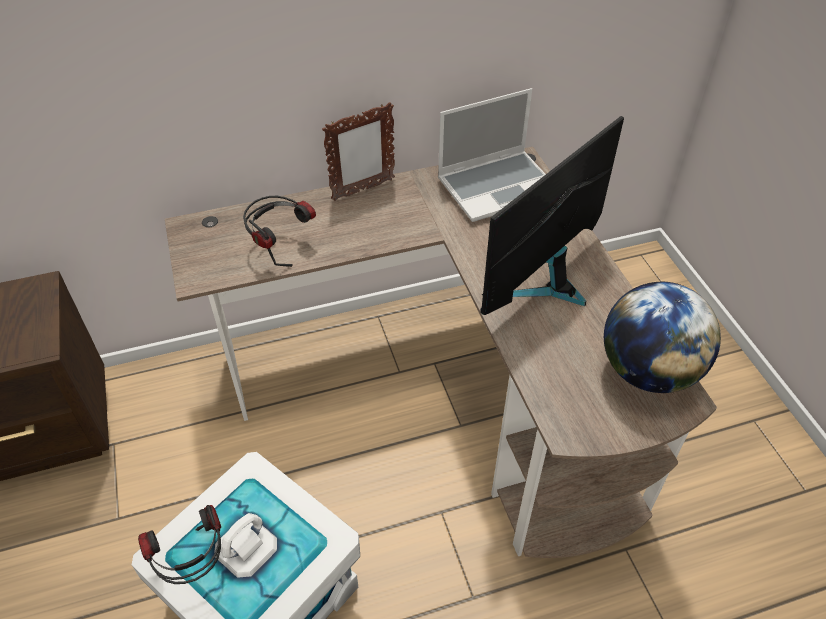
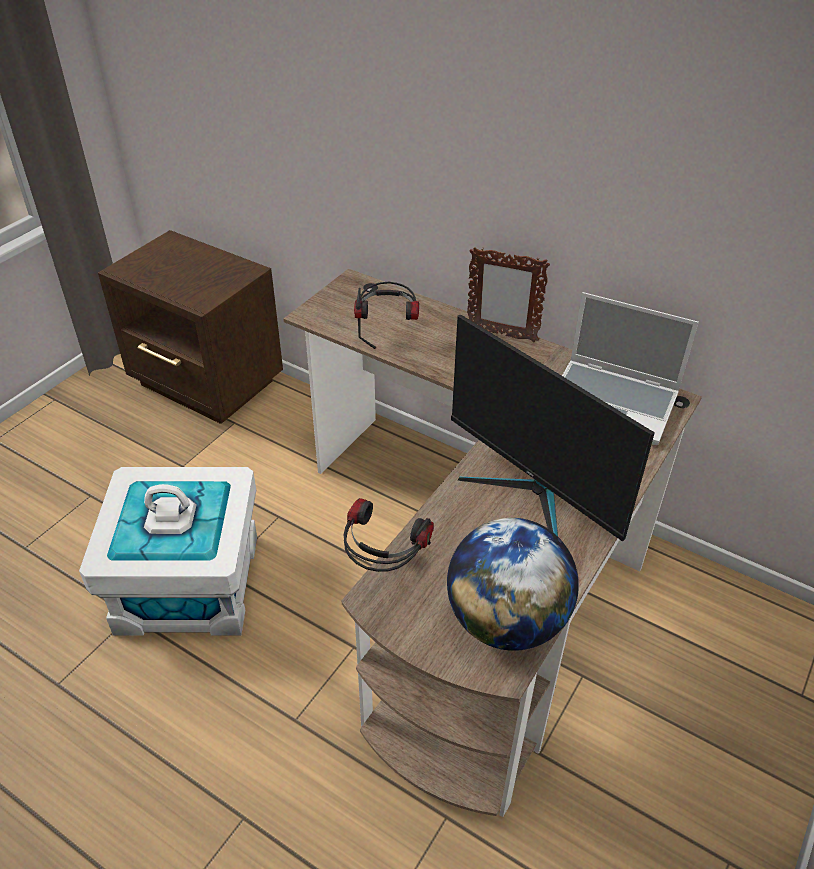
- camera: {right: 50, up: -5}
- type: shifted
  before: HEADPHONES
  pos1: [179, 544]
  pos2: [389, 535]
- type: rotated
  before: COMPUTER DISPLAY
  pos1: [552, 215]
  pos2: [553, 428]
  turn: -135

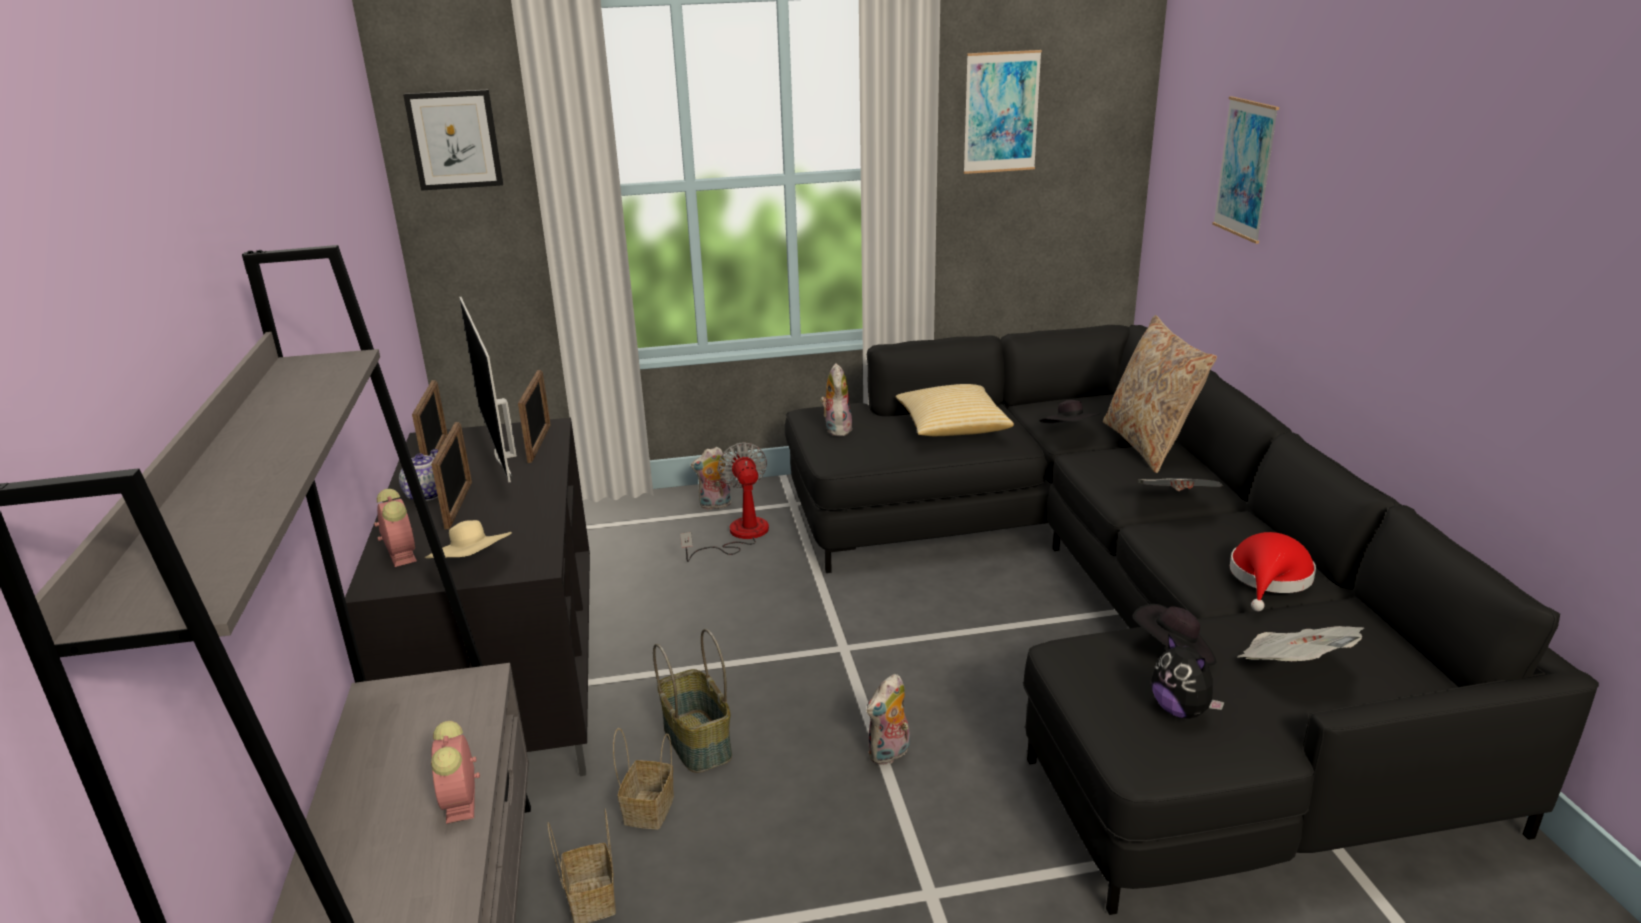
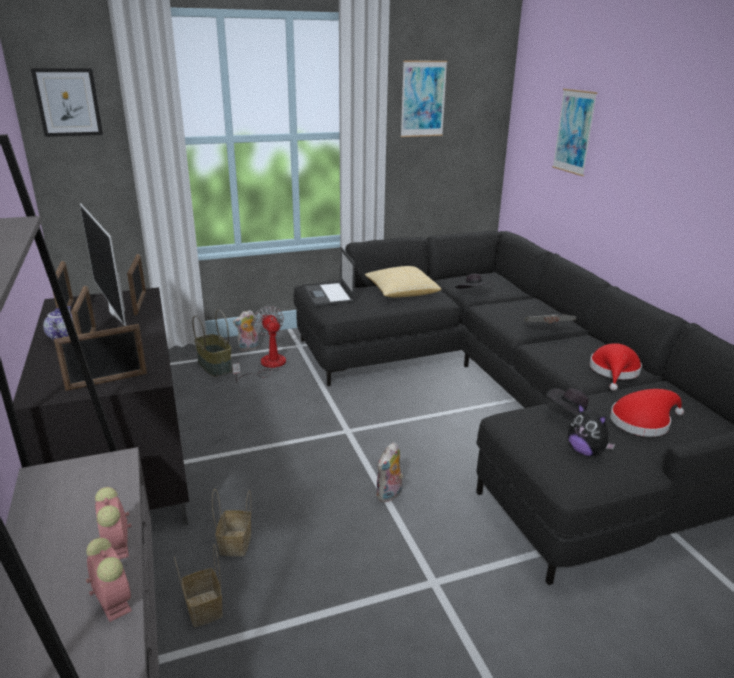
- camera: {right: -10, up: 0}
- type: shifted
  before: BEDSIDE CLOCK
  pos1: [395, 528]
  pos2: [109, 579]
- type: swapped
  before: SAND-COLOURED CLOTHING HAT
  after: PHOTO FRAME
  pos1: [468, 539]
  pos2: [100, 357]
- type: shifted
  before: STORAGE BASKET
  pos1: [692, 701]
  pos2: [212, 343]
- type: swapped
  before: PLUSH TOY
  after: LAPTOP
  pos1: [836, 399]
  pos2: [329, 276]
- type: gone
  before: SAND-COLOURED CUSHION
  pos1: [1160, 394]
- type: swapped
  before: PRINTED PAPER
  after: REDDISH CLOTHING HAT
  pos1: [1300, 643]
  pos2: [647, 413]

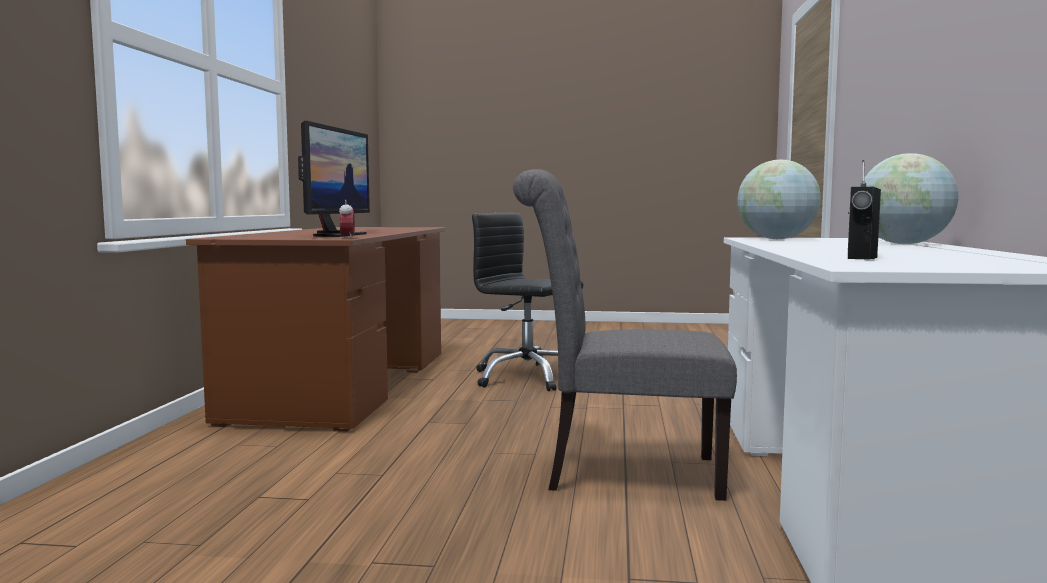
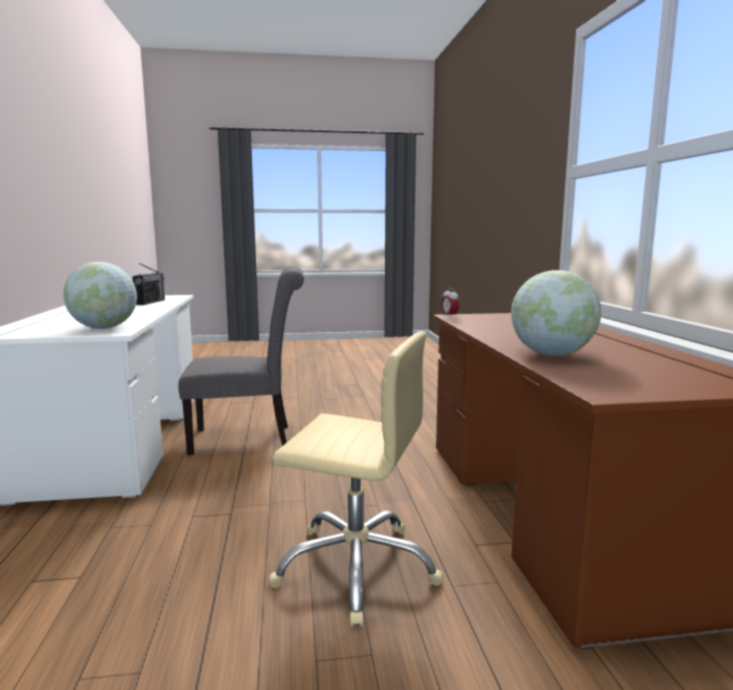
- camera: {right: 165, up: 5}
- type: gone
  before: COMPUTER DISPLAY
  pos1: [334, 179]
- type: repainted
  before: BLACK COMPUTER CHAIR
  after: SAND-COLOURED COMPUTER CHAIR
  pos1: [527, 302]
  pos2: [356, 479]
- type: shifted
  before: GLOBE
  pos1: [909, 198]
  pos2: [556, 313]

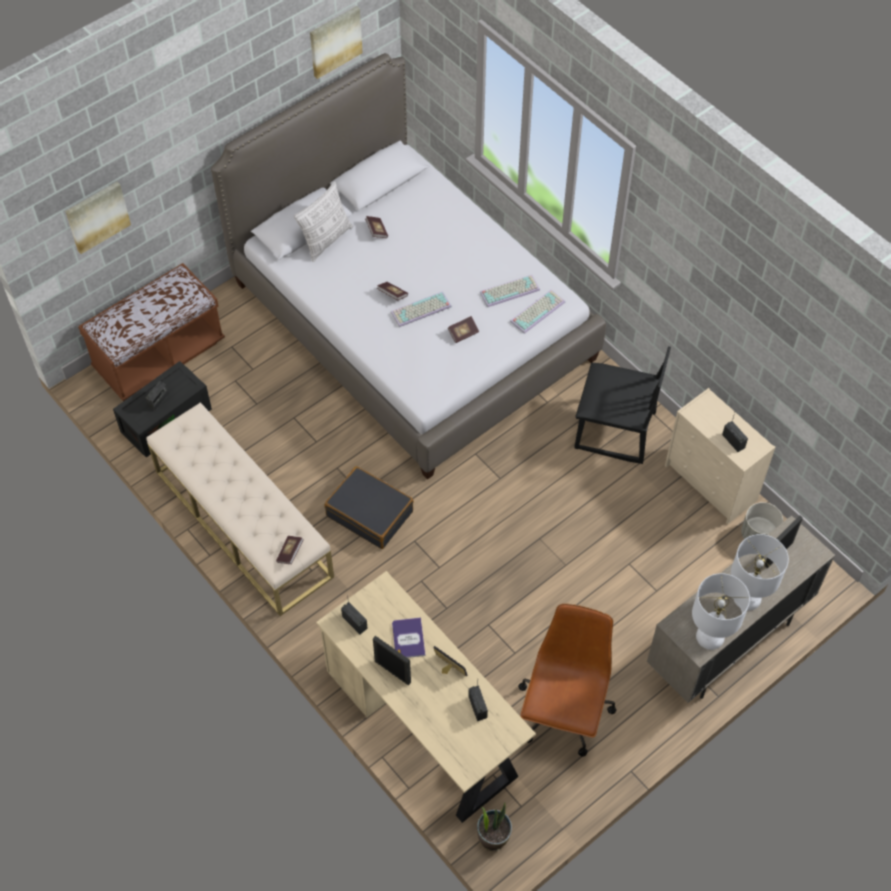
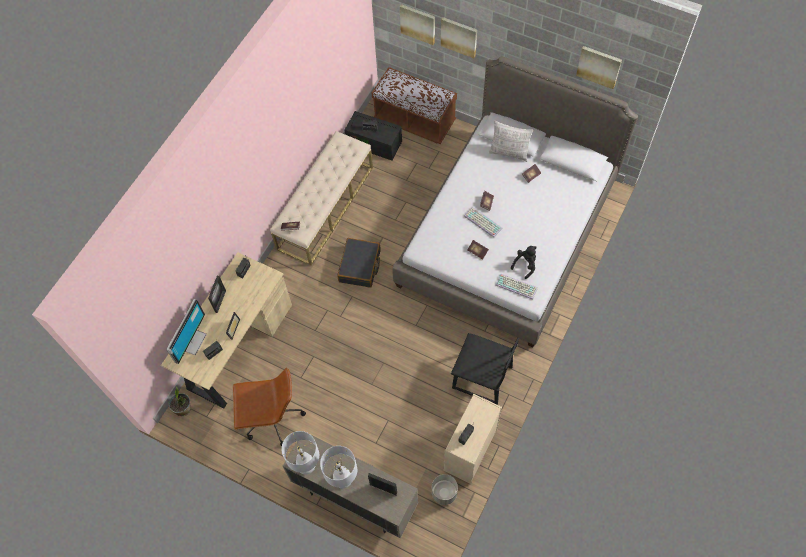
- camera: {right: 70, up: 5}
- type: gone
  before: VOLUME
  pos1: [409, 637]
- type: swapped
  before: KEYBOARD
  after: BLACK PLUSH TOY
  pos1: [510, 291]
  pos2: [524, 262]
- type: rotated
  before: BLACK UPRIGHT CHAIR
  pos1: [622, 405]
  pos2: [485, 369]
  turn: -60
- type: new
  after: COMPUTER DISPLAY
  pos2: [186, 331]
- type: new
  after: WALL ART
  pos2: [459, 37]

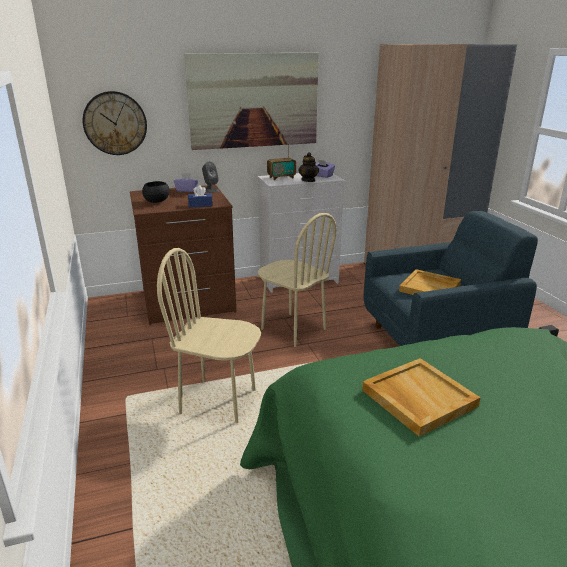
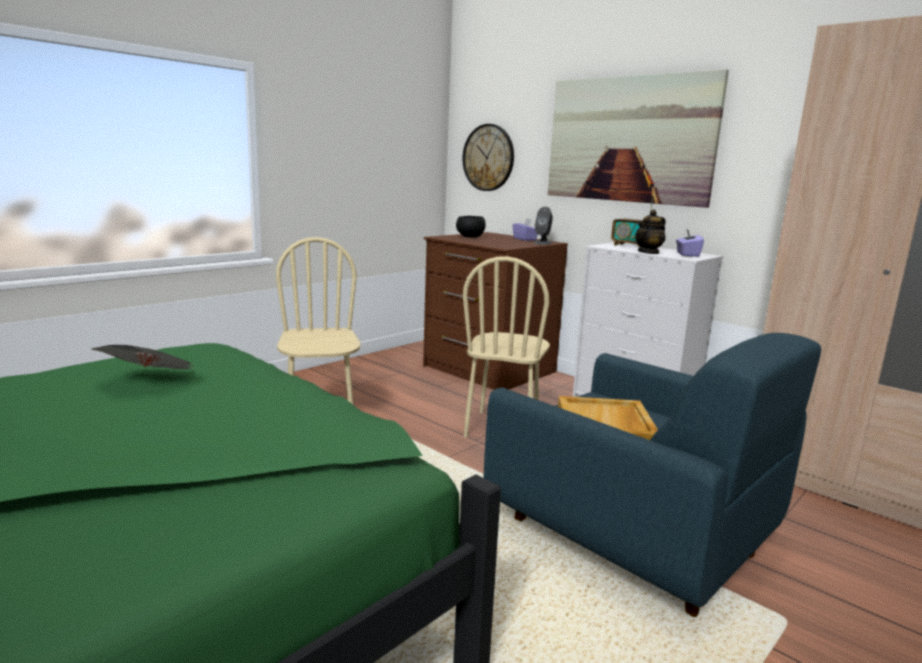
- camera: {right: 60, up: -10}
- type: gone
  before: BLUISH TISSUE HOLDER
  pos1: [200, 196]
- type: swapped
  before: SAND-COLOURED CARRYING TRAY
  after: PRINTED PAPER
  pos1: [421, 397]
  pos2: [142, 357]

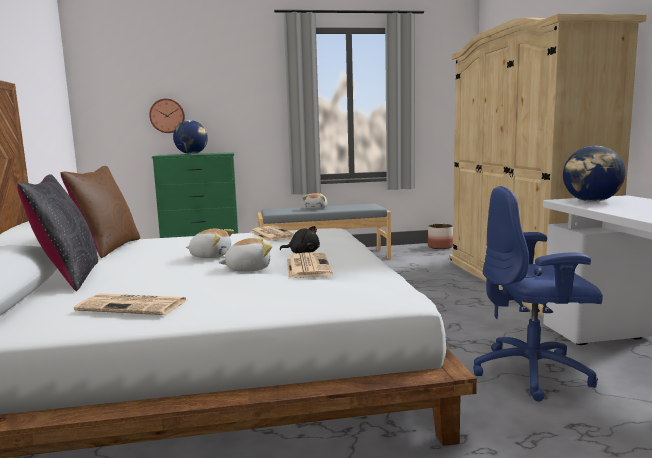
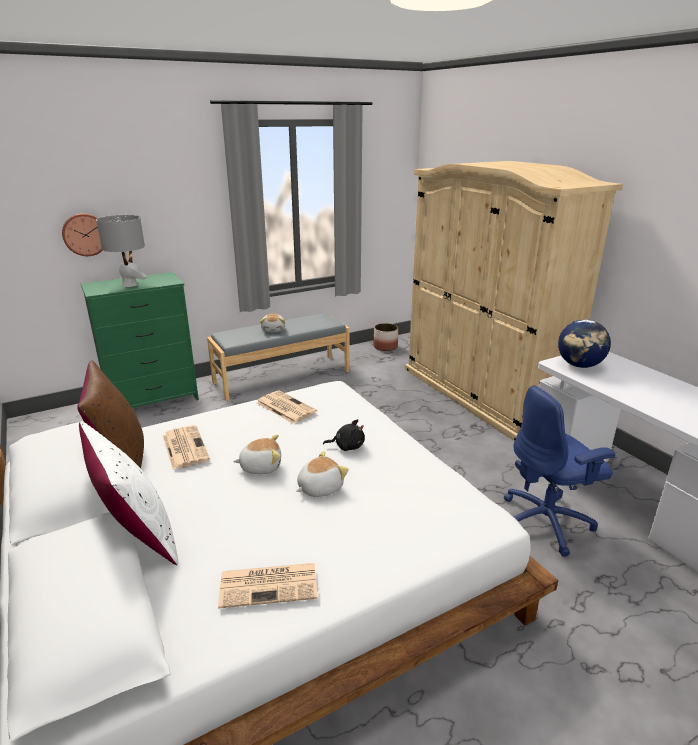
- camera: {right: -20, up: 15}
- type: repainted
  before: BLACK CUSHION
  after: WHITISH CUSHION
  pos1: [57, 232]
  pos2: [128, 493]
- type: swapped
  before: GLOBE
  after: GREY TABLETOP LAMP
  pos1: [190, 137]
  pos2: [121, 251]
- type: shifted
  before: PRINTED PAPER
  pos1: [310, 265]
  pos2: [186, 447]

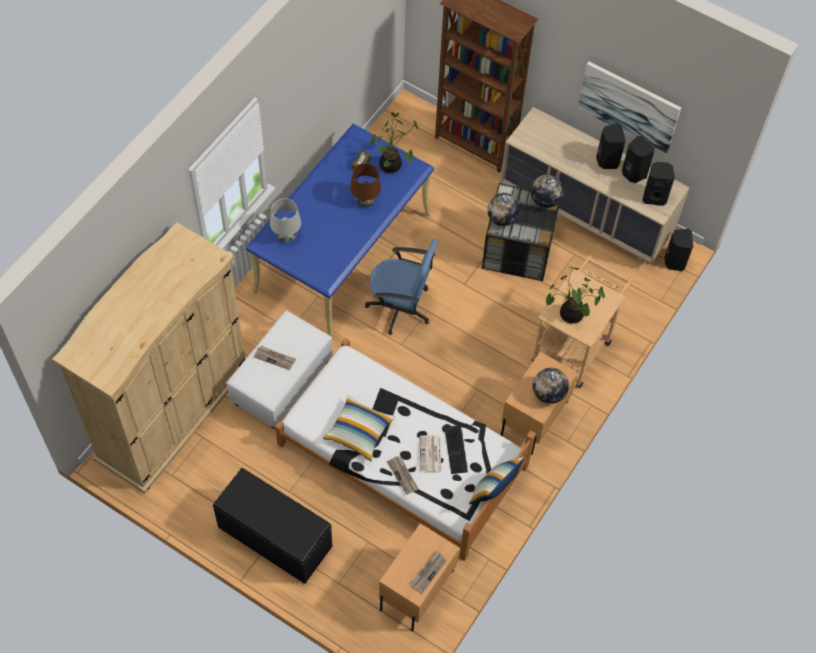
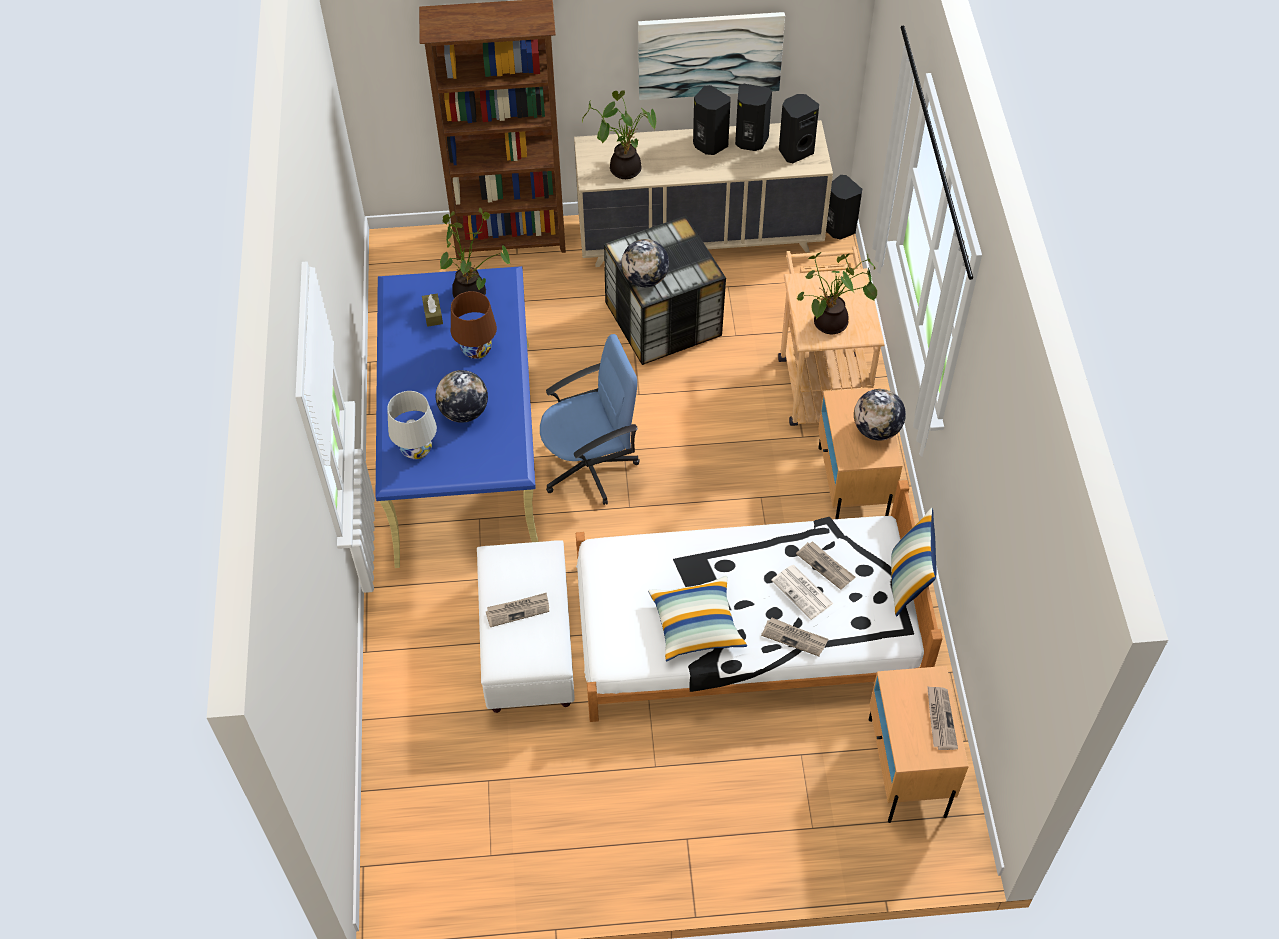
- camera: {right: -35, up: -5}
- type: gone
  before: SAND-COLOURED ARMOIRE
  pos1: [148, 358]
- type: gone
  before: BLACK BENCH
  pos1: [272, 526]
- type: swapped
  before: KEYBOARD
  after: PRINTED PAPER
  pos1: [456, 449]
  pos2: [825, 565]
- type: shifted
  before: GLOBE
  pos1: [547, 191]
  pos2: [462, 396]
- type: new
  after: POTTED PLANT
  pos2: [619, 134]

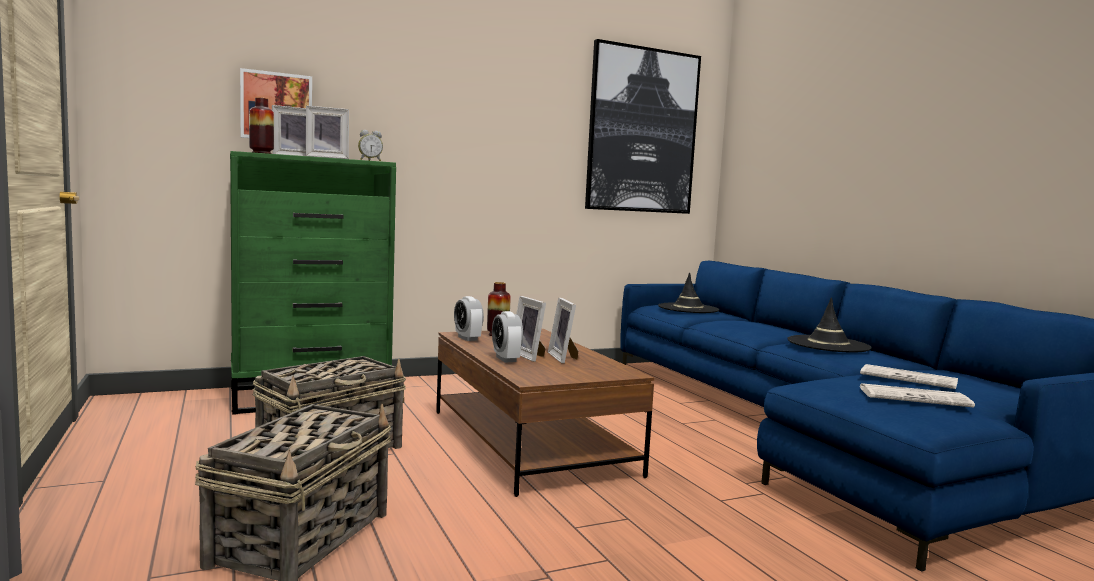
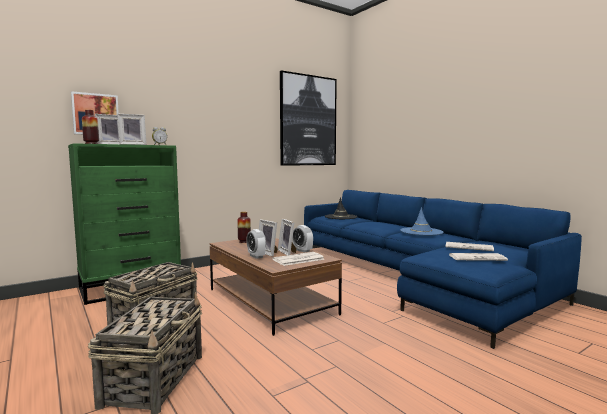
- camera: {right: -10, up: 0}
- type: shifted
  before: BEDSIDE CLOCK
  pos1: [469, 318]
  pos2: [302, 239]
- type: repainted
  before: BLACK CLOTHING HAT
  after: BLUISH CLOTHING HAT
  pos1: [829, 325]
  pos2: [422, 221]
- type: new
  after: PRINTED PAPER
  pos2: [298, 259]

